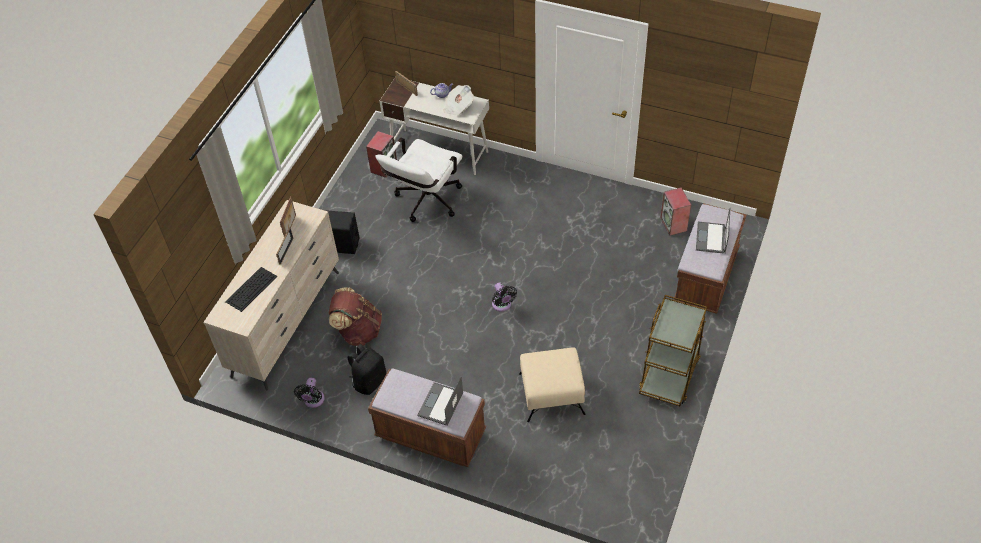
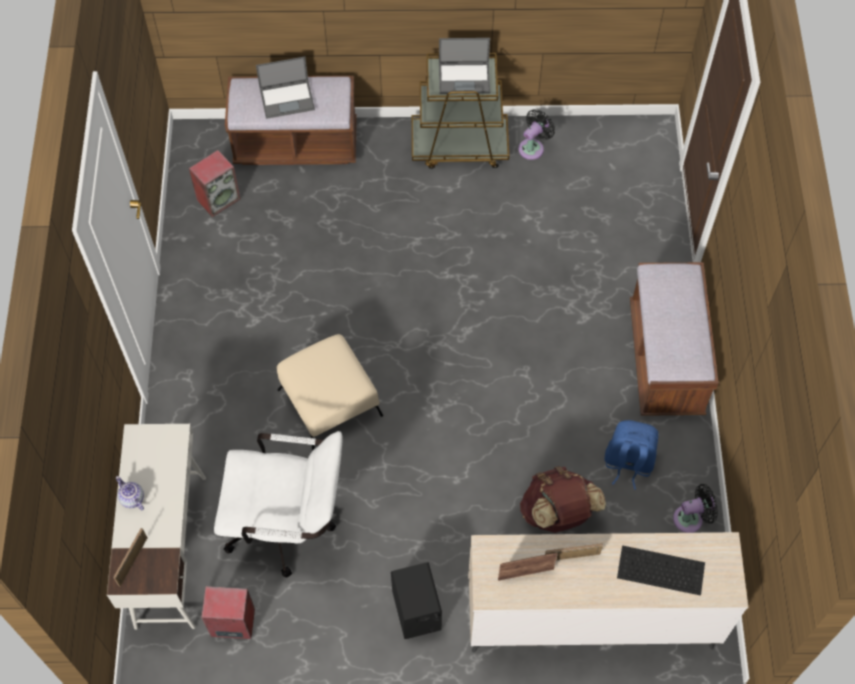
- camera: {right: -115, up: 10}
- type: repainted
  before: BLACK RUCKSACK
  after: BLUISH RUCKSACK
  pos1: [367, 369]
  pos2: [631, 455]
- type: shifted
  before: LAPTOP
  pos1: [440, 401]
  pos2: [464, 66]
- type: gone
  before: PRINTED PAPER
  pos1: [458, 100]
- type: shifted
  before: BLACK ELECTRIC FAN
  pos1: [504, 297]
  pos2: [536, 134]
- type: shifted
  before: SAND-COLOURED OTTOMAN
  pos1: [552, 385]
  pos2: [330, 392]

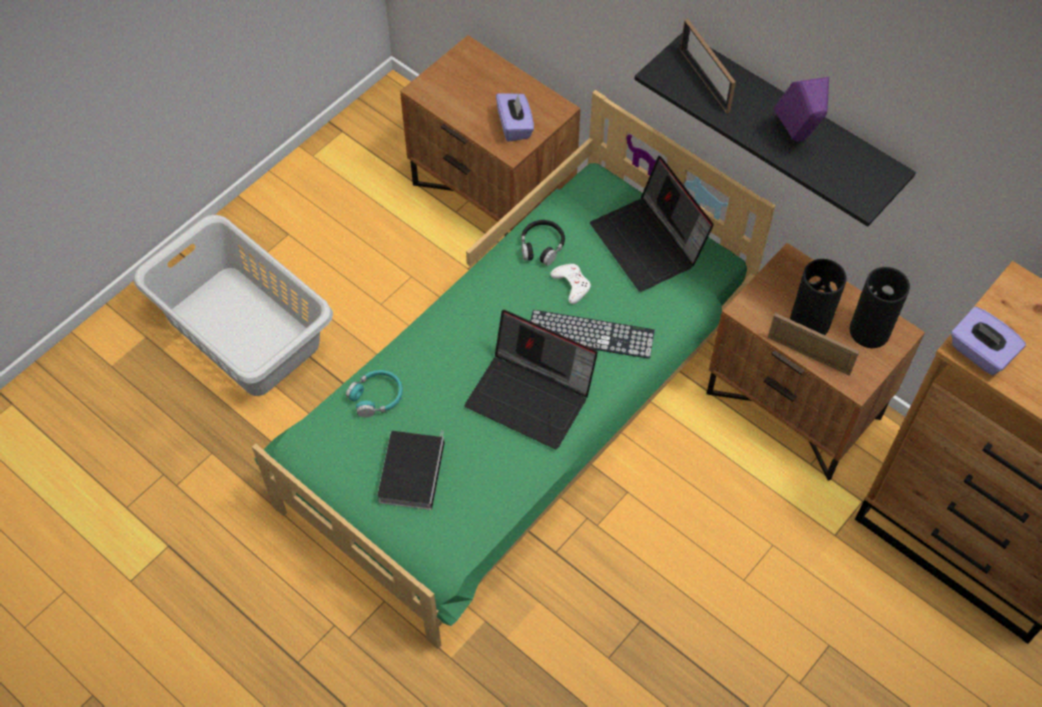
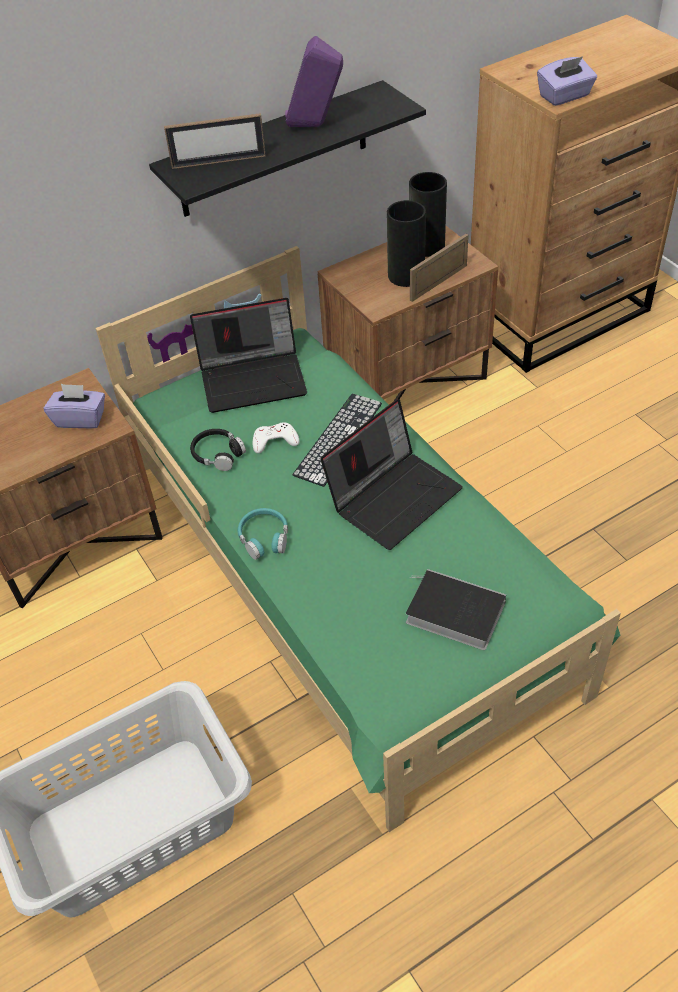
- camera: {right: -70, up: -10}
- type: shifted
  before: TURQUOISE HEADPHONES
  pos1: [374, 393]
  pos2: [262, 534]

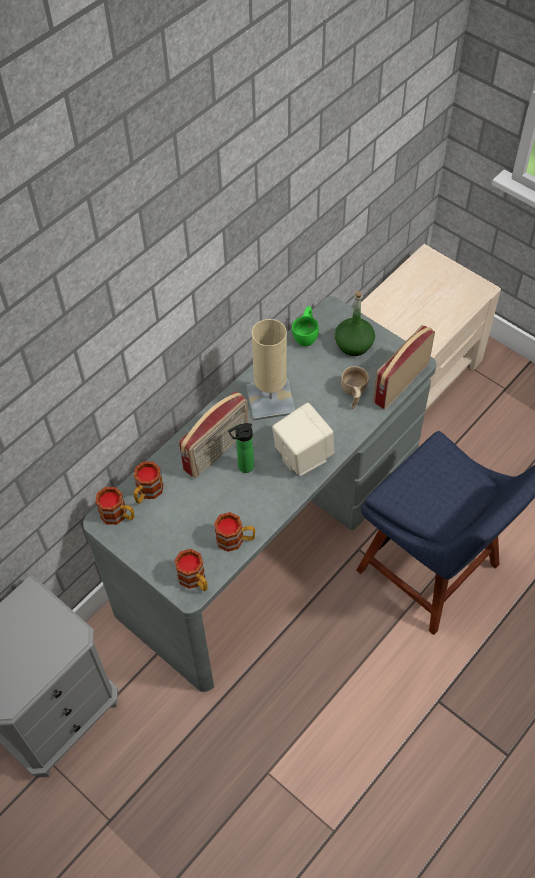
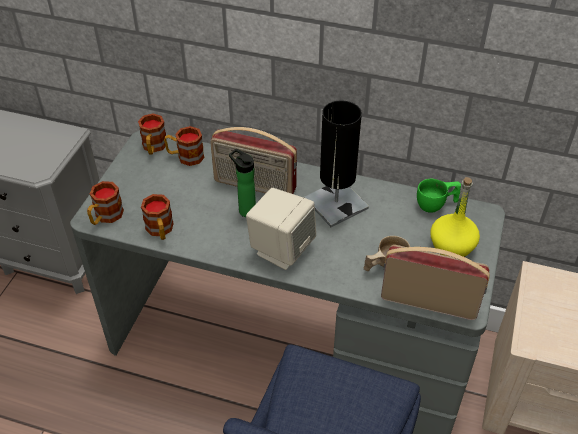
- camera: {right: 65, up: -10}
- type: repainted
  before: SAND-COLOURED TABLETOP LAMP
  after: BLACK TABLETOP LAMP
  pos1: [270, 370]
  pos2: [336, 164]
- type: repainted
  before: GREEN BOTTLE
  after: YELLOWISH BOTTLE
  pos1: [355, 323]
  pos2: [455, 217]

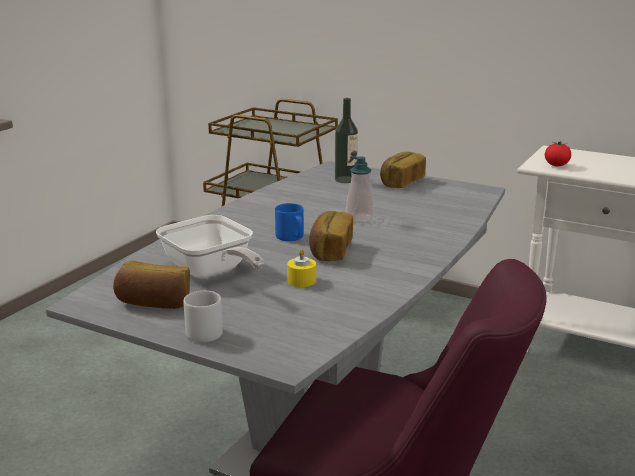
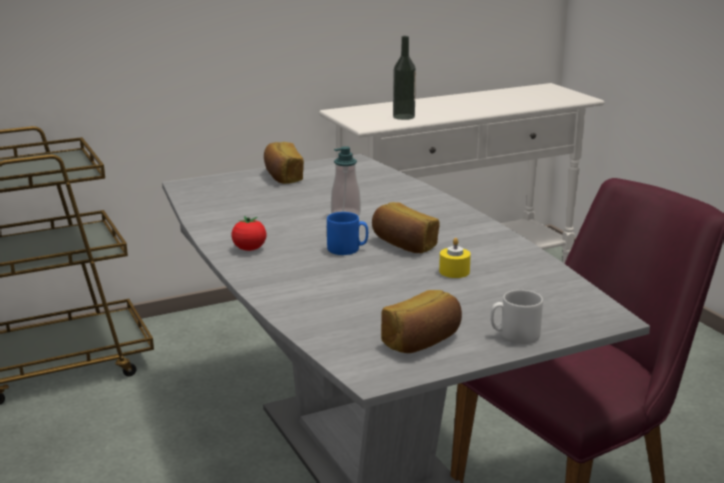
- camera: {right: -55, up: 0}
- type: gone
  before: FRYING PAN
  pos1: [210, 246]
- type: shifted
  before: BOTTLE
  pos1: [346, 140]
  pos2: [404, 78]
- type: shifted
  before: WHOLE TOMATO
  pos1: [558, 153]
  pos2: [249, 233]

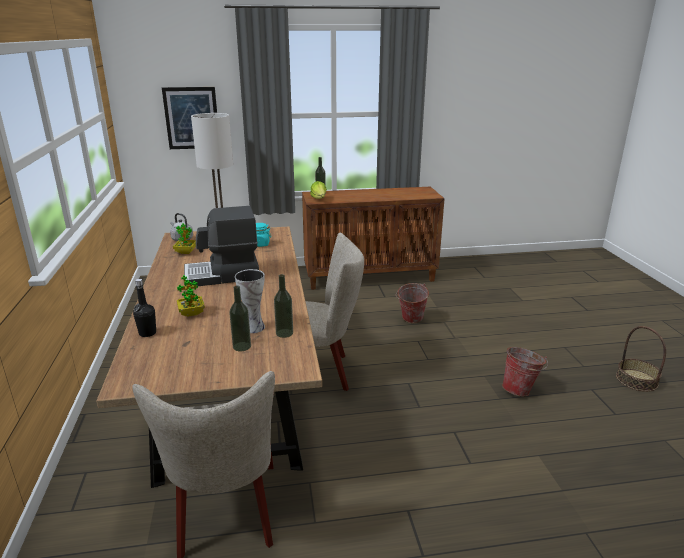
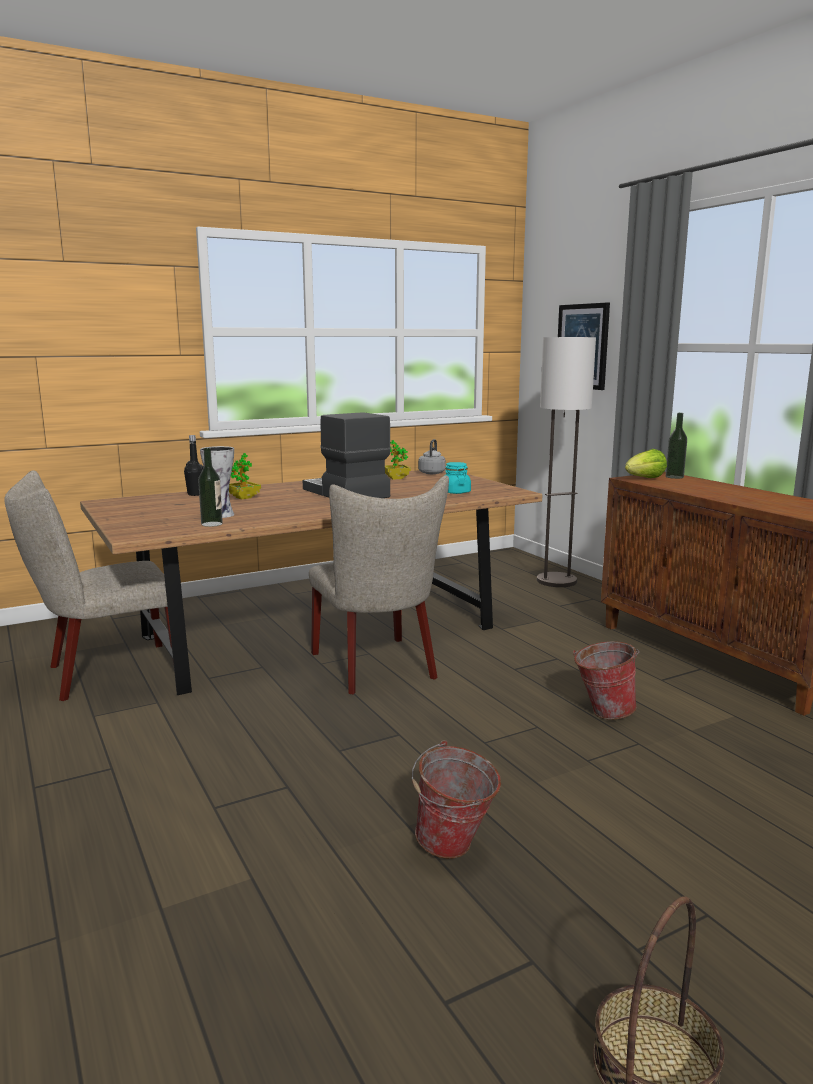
- camera: {right: 70, up: -10}
- type: gone
  before: BOTTLE
  pos1: [240, 318]

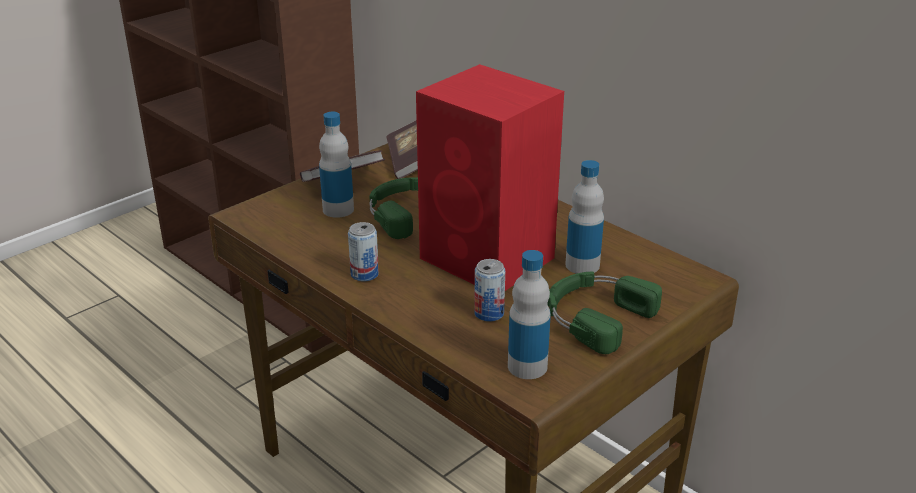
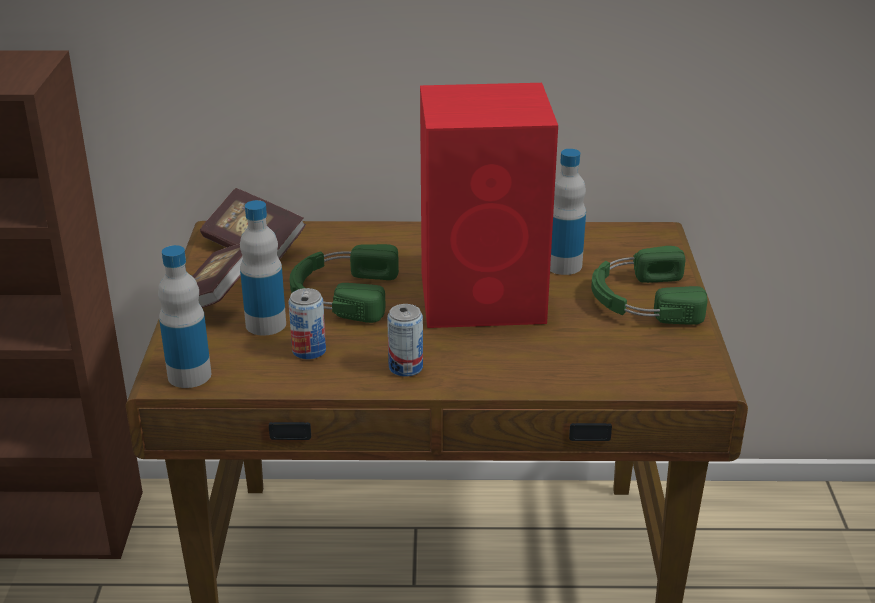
- camera: {right: -45, up: 0}
- type: shifted
  before: CAN
  pos1: [489, 290]
  pos2: [307, 323]
- type: shifted
  before: BOTTLE
  pos1: [529, 314]
  pos2: [184, 316]

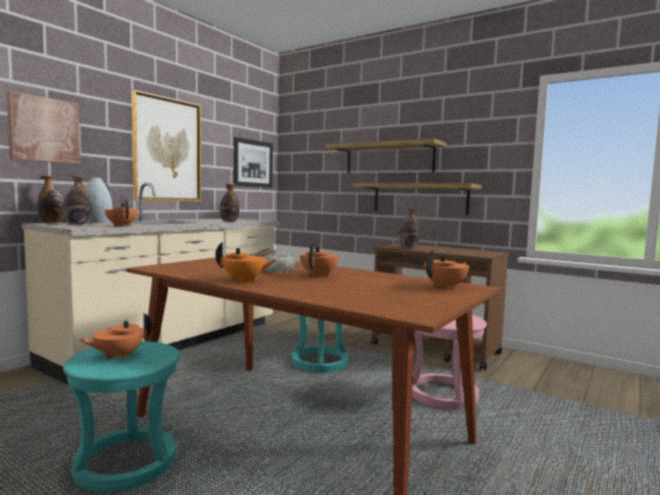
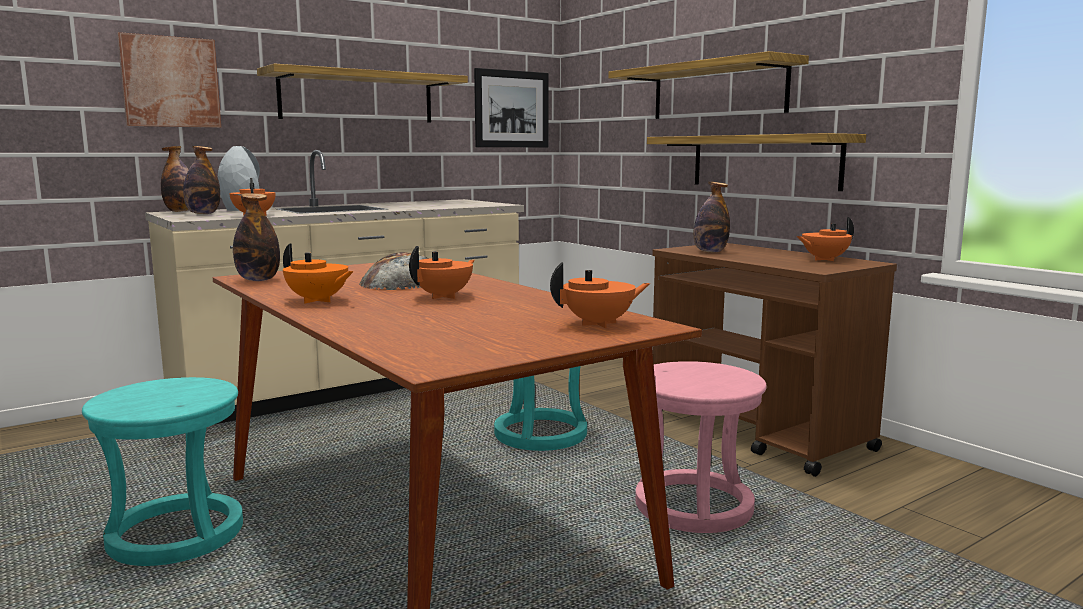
- camera: {right: 20, up: 5}
- type: shifted
  before: ORANGE POT FOR TEA
  pos1: [115, 336]
  pos2: [825, 239]
- type: swapped
  before: WALL ART
  after: SHELF
  pos1: [166, 145]
  pos2: [362, 93]
- type: shifted
  before: BOTTLE
  pos1: [229, 202]
  pos2: [256, 237]

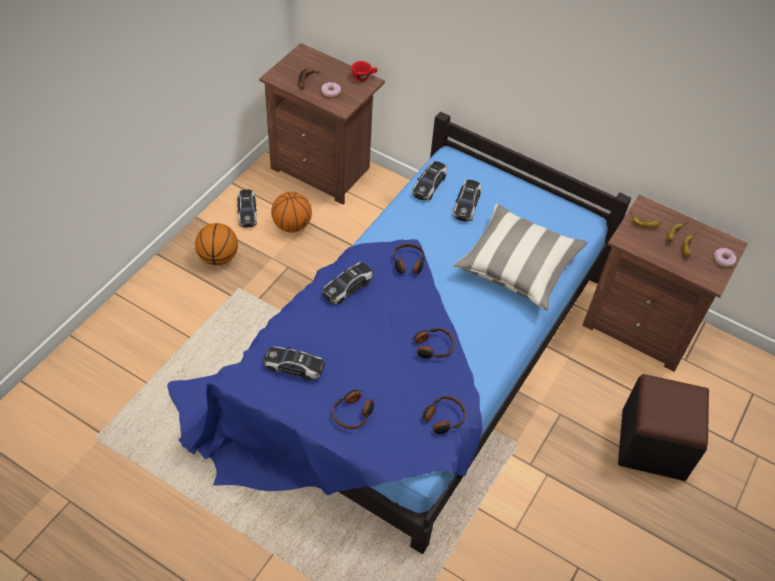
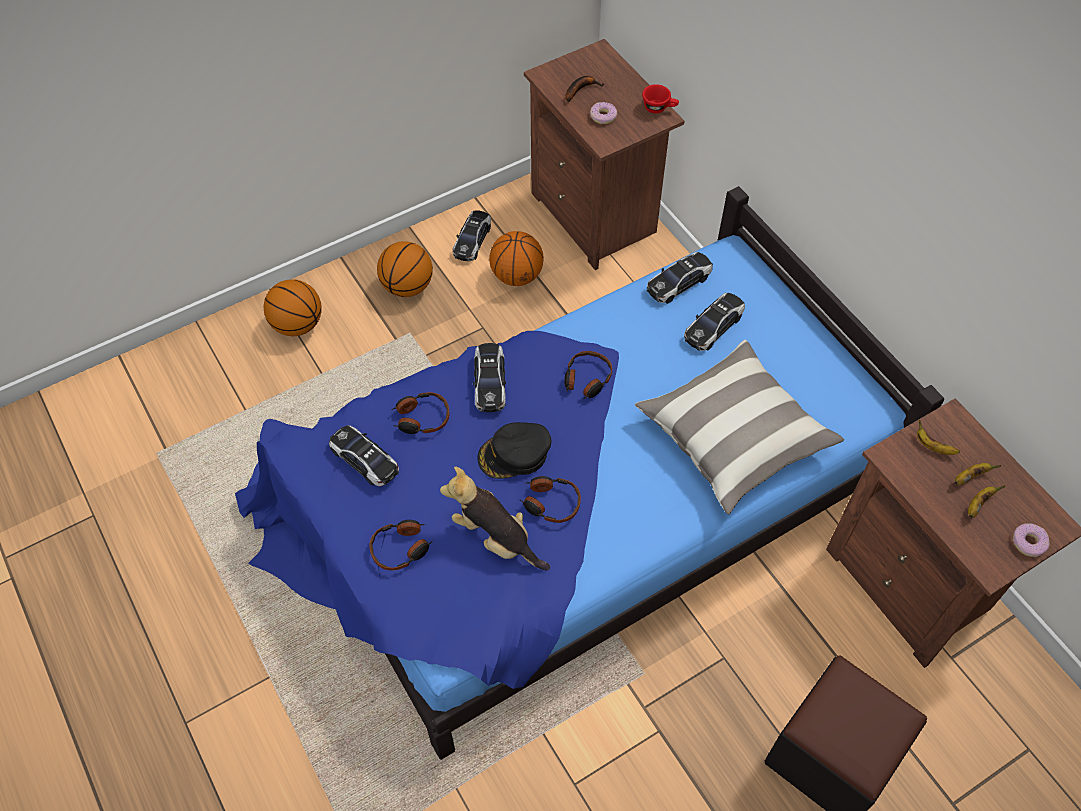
- camera: {right: 30, up: 5}
- type: rotated
  before: MODEL CAR
  pos1: [348, 283]
  pos2: [489, 377]
  turn: -75
- type: shifted
  before: HEADPHONES
  pos1: [443, 415]
  pos2: [420, 413]
- type: new
  after: BASKETBALL BALL
  pos2: [293, 307]
- type: new
  after: PLUSH TOY
  pos2: [495, 518]
- type: new
  after: BLACK BASEBALL CAP
  pos2: [514, 450]

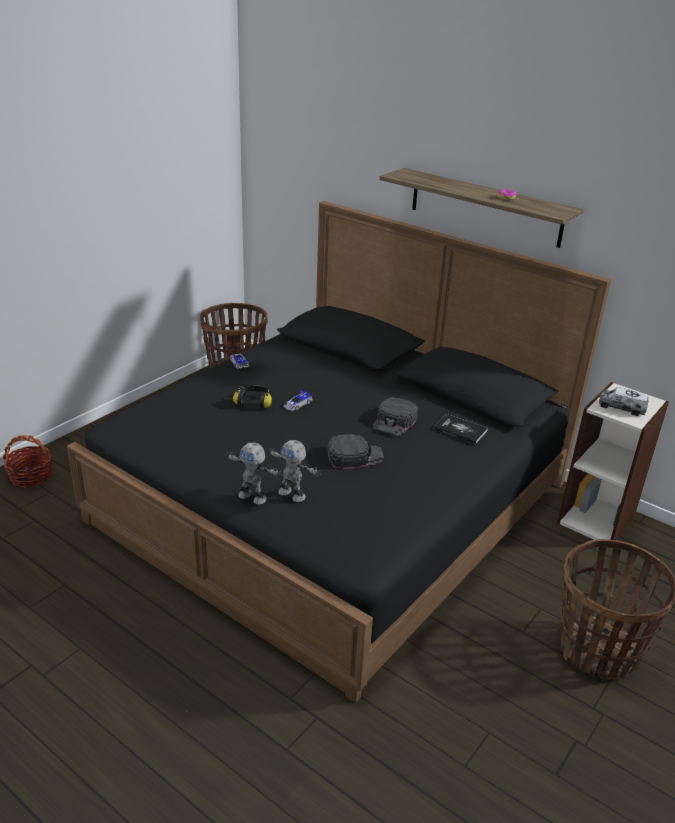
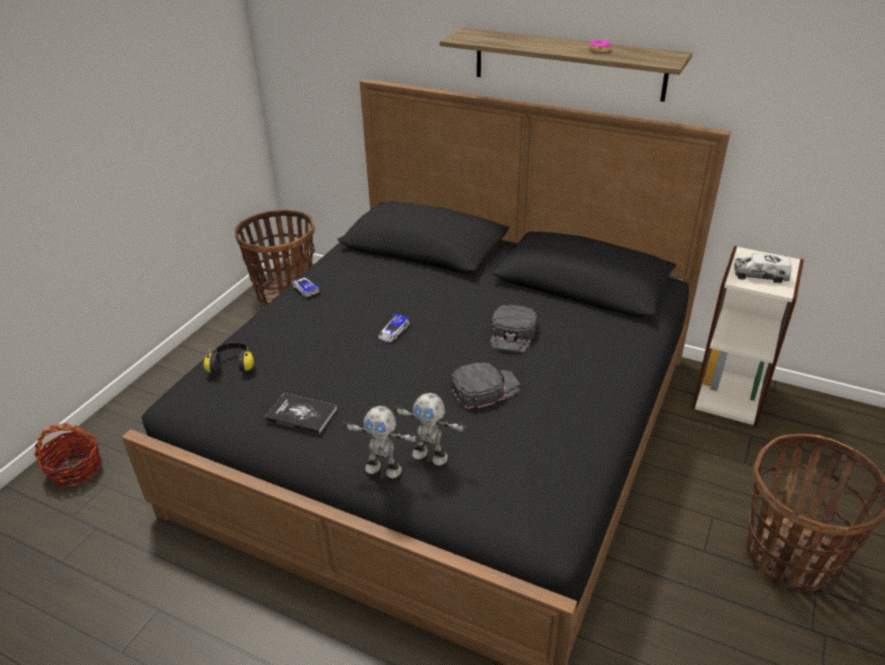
- camera: {right: -10, up: 5}
- type: shifted
  before: HEADPHONES
  pos1: [252, 397]
  pos2: [228, 357]
- type: shifted
  before: VOLUME
  pos1: [460, 429]
  pos2: [301, 413]

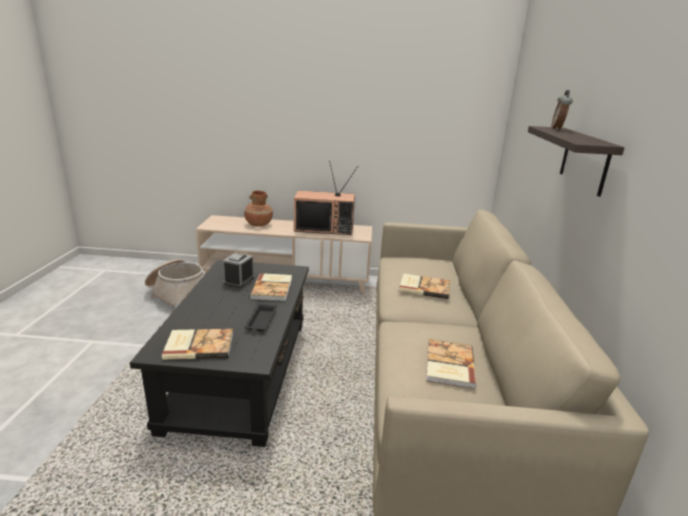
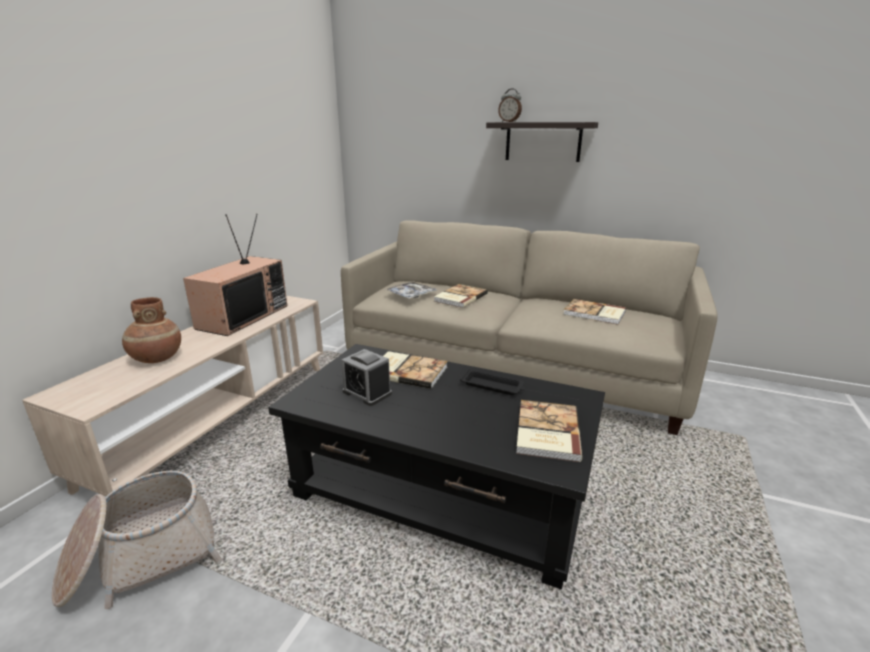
- camera: {right: -70, up: 0}
- type: new
  after: CARRYING TRAY
  pos2: [411, 290]

